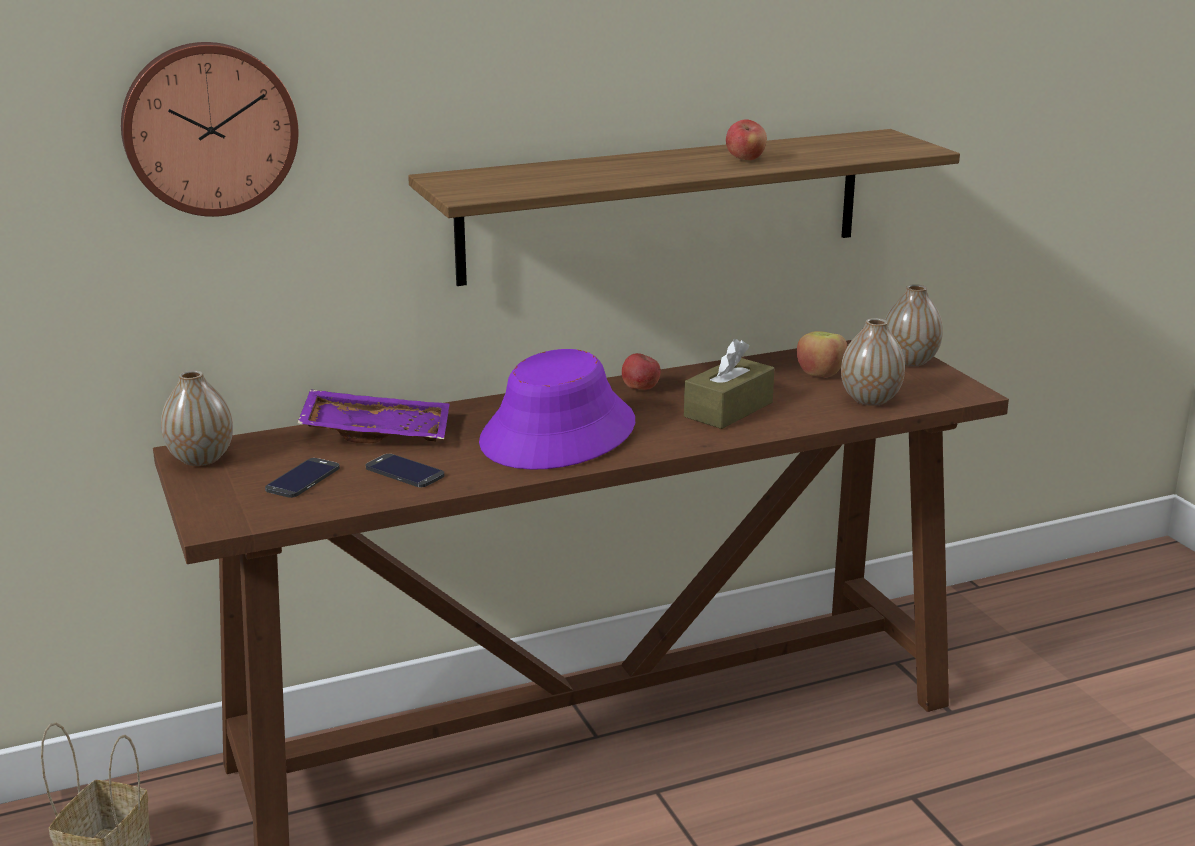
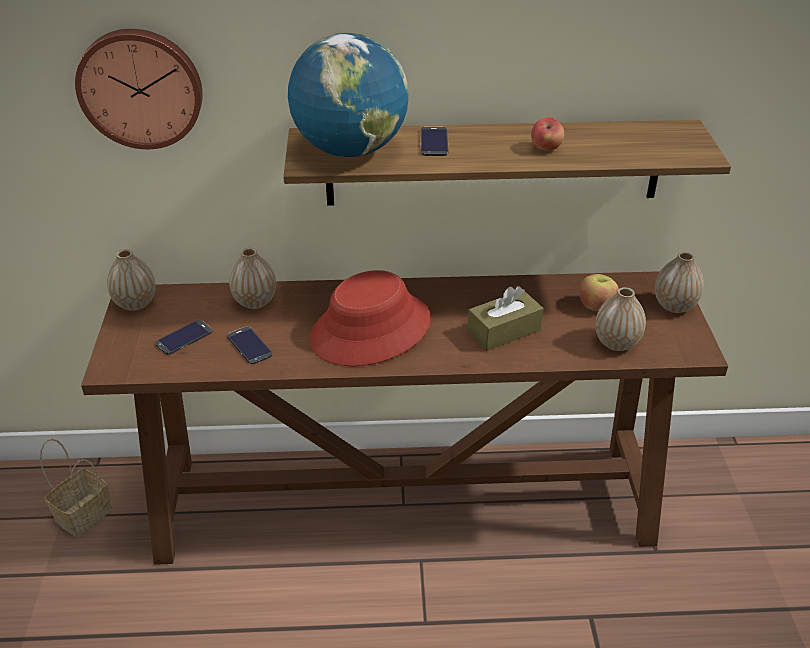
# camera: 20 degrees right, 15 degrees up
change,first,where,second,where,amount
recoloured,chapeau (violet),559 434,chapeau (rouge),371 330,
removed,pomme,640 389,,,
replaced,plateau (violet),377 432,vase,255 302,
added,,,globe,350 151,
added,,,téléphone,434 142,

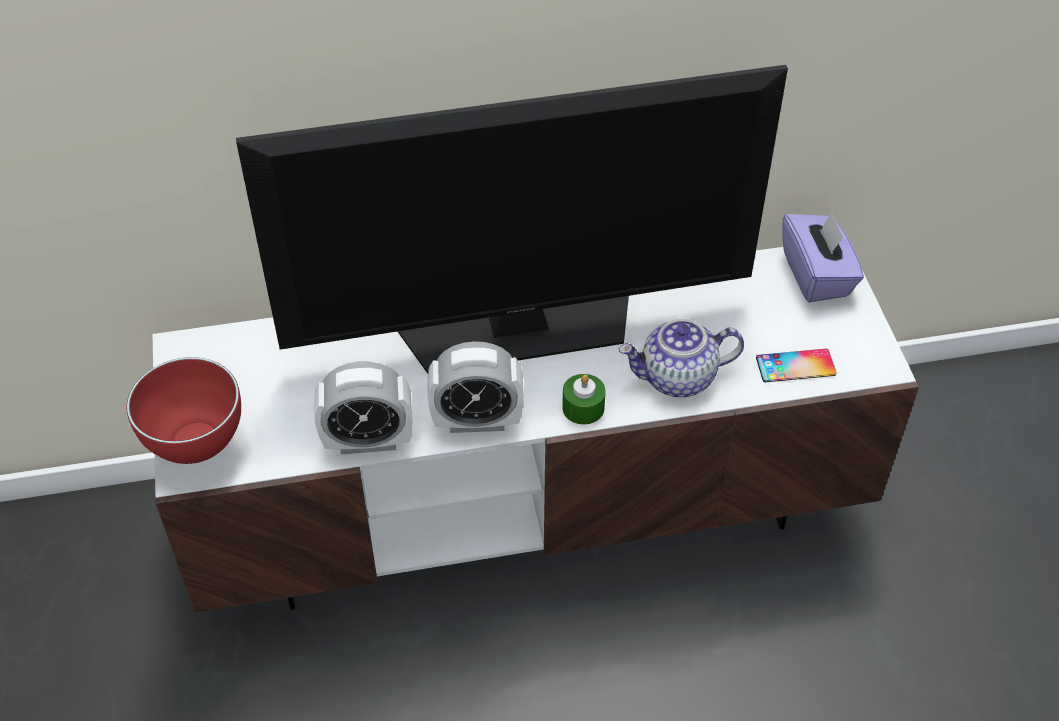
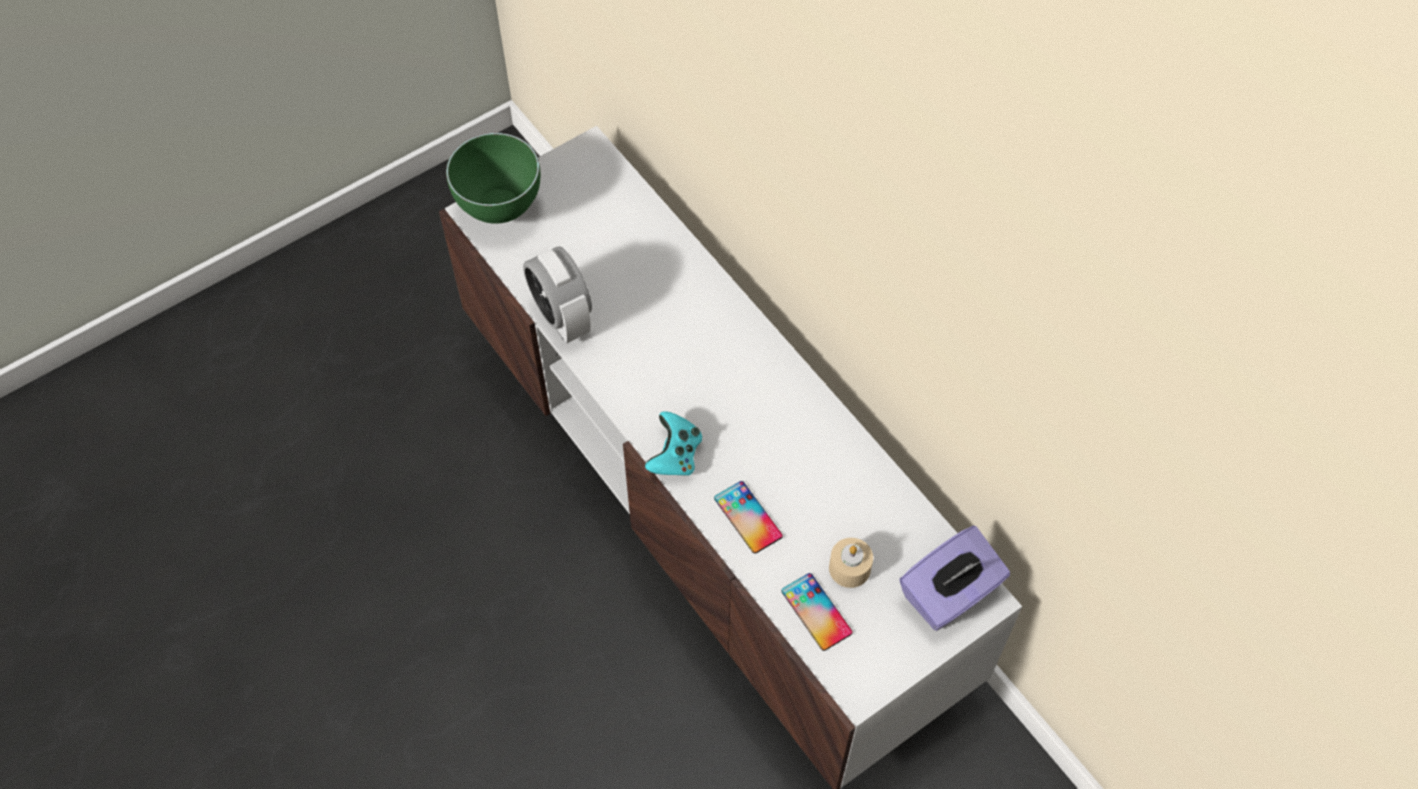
# camera: 65 degrees right, 10 degrees up
change,first,where,second,where,amount
removed,téléviseur,519 327,,,
replaced,théière,677 378,téléphone,748 517,
removed,réveil,477 421,,,
recoloured,bol (rouge),195 449,bol (vert),498 209,
replaced,bougie (vert),583 407,manette (turquoise),675 455,
added,,,bougie (beige),849 568,

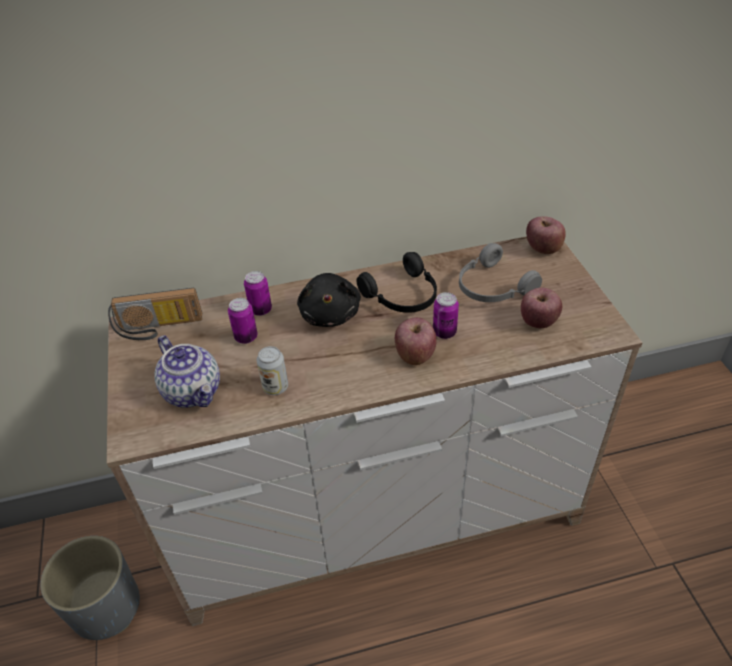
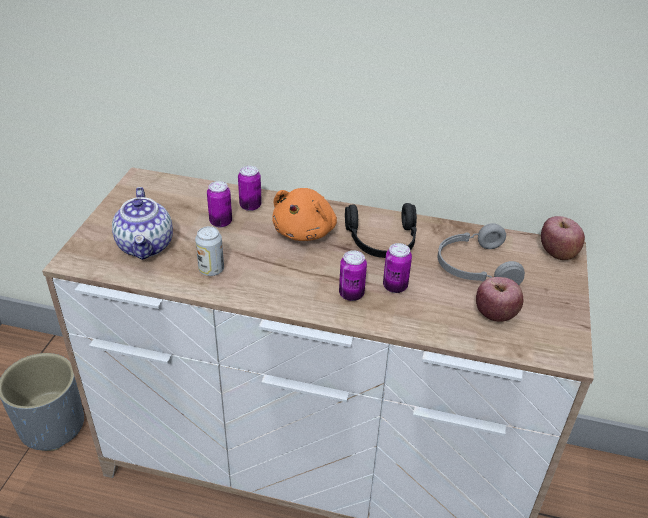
# camera: 25 degrees right, 5 degrees down
change,first,where,second,where,amount
recoloured,peluche (noir),330 313,peluche (orange),305 231,
removed,radio,158 328,,,
replaced,pomme,415 355,boîte métallique,351 294,

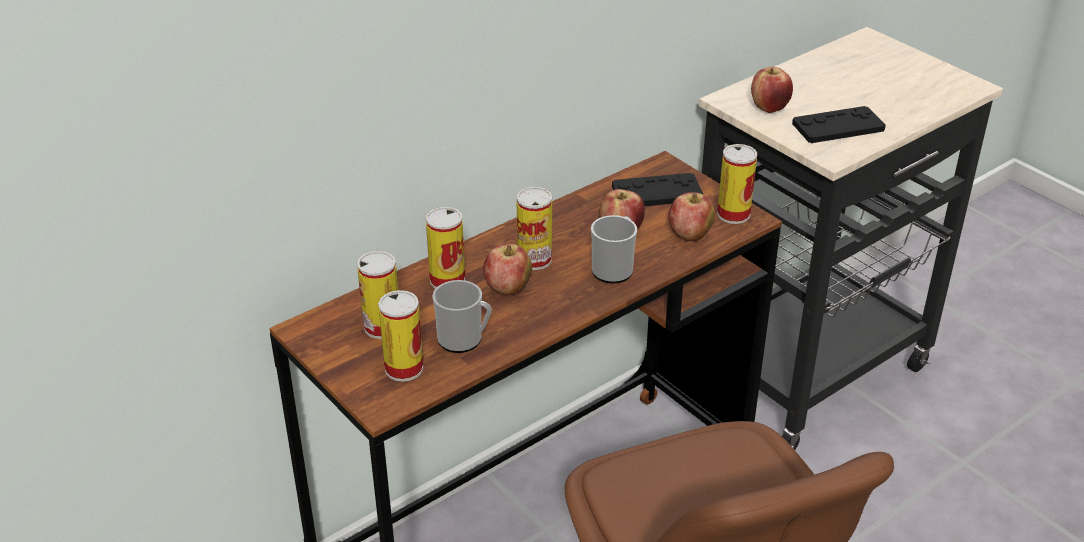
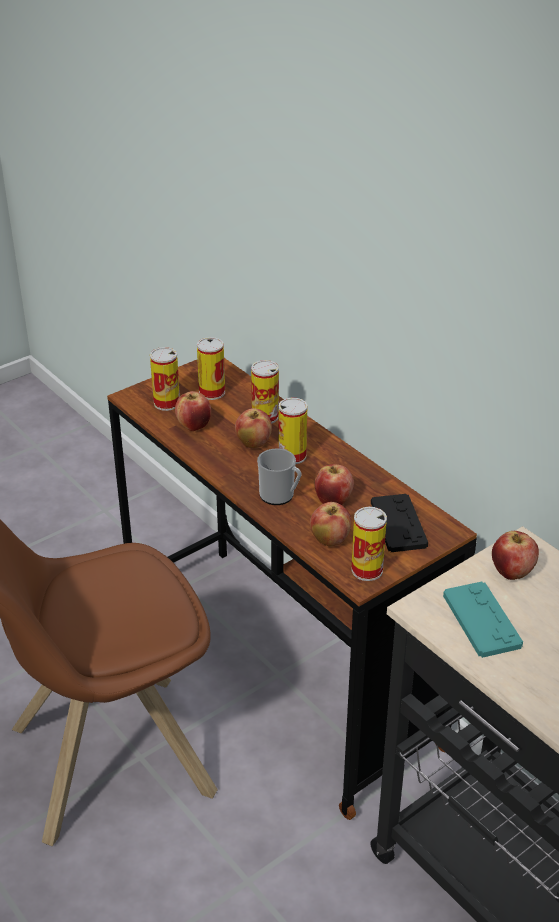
# camera: 90 degrees right, 0 degrees up
change,first,where,second,where,amount
recoloured,manette (noir),838 127,manette (turquoise),481 620,
replaced,mug,464 340,pomme,194 426,

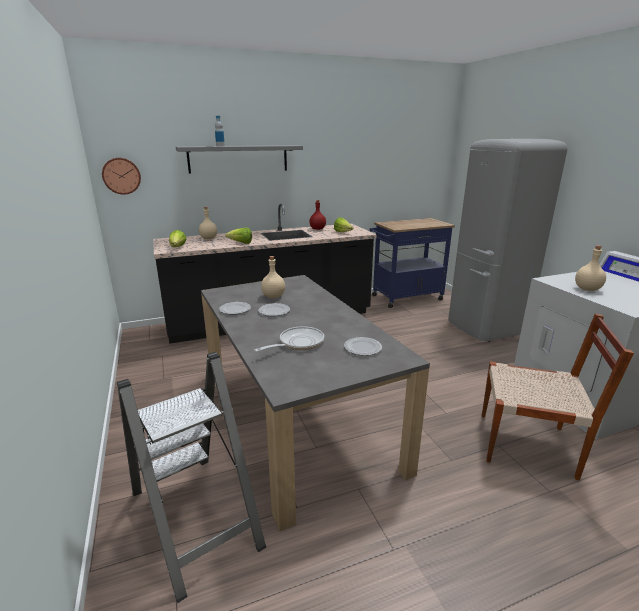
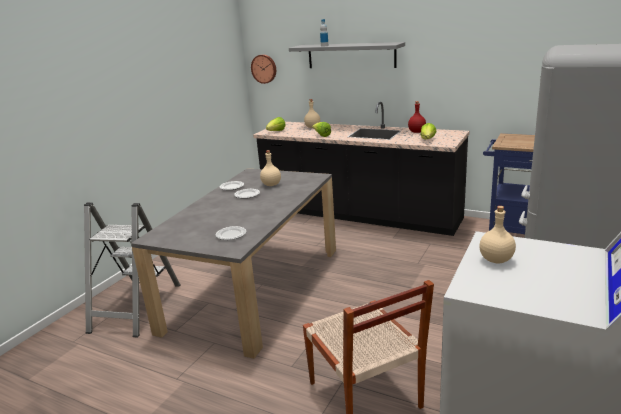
# camera: 50 degrees right, 0 degrees up
change,first,where,second,where,amount
removed,poêle,298 343,,,

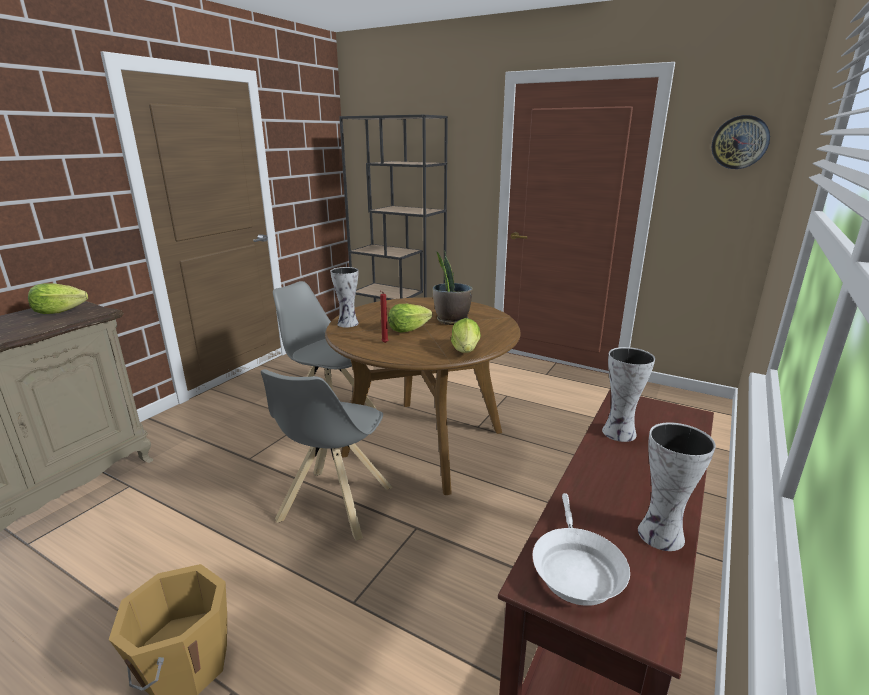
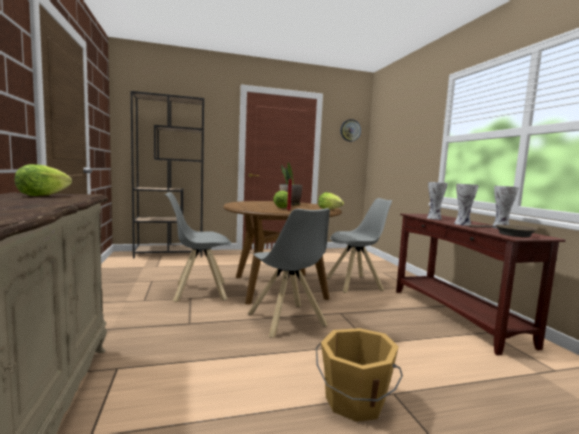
# camera: 45 degrees left, 15 degrees down
change,first,where,second,where,amount
moved,vase,348 324,,463 224,
recoloured,poêle (blanc),575 569,poêle (marron),510 234,
added,,,chaise (gris),355 284,

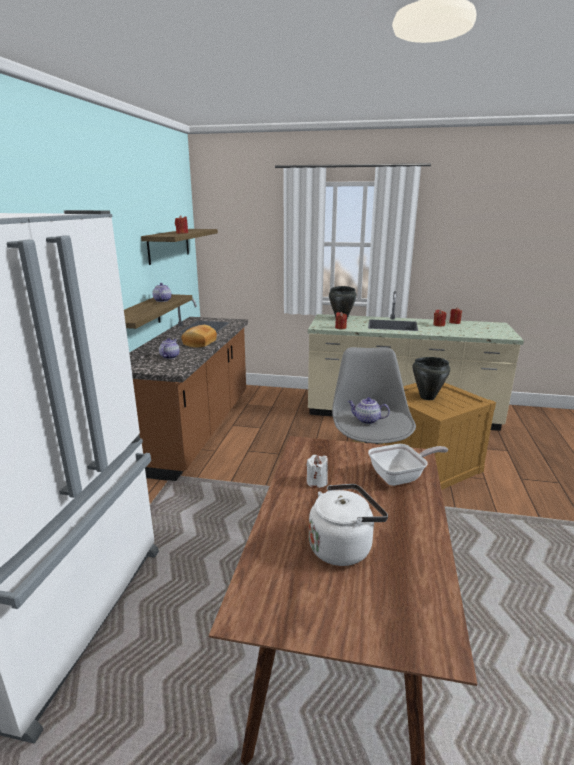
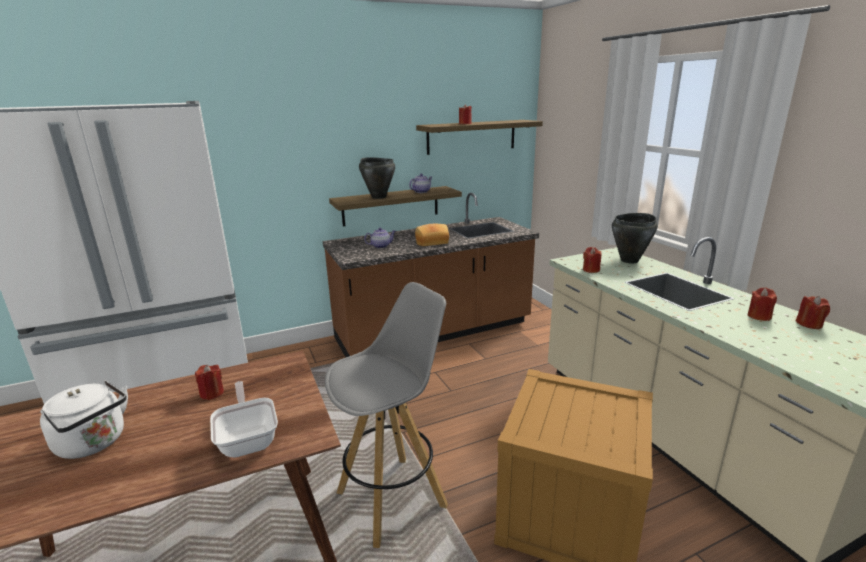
# camera: 55 degrees right, 0 degrees up
change,first,where,second,where,amount
moved,marmite (noir),427 397,,378 197,
removed,théière,366 420,,,
turned,poêle,401 477,,248 439,150 degrees counterclockwise
recoloured,bougie (blanc),317 482,bougie (rouge),212 393,

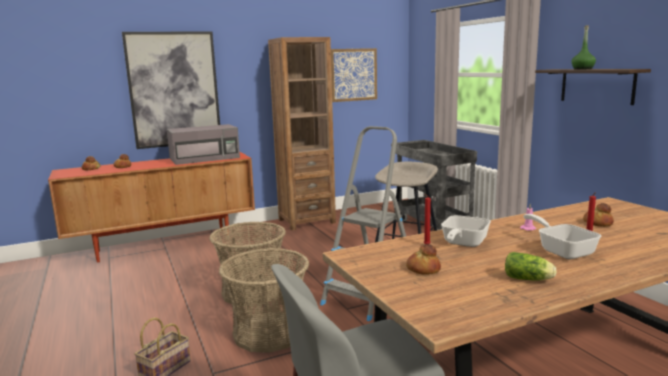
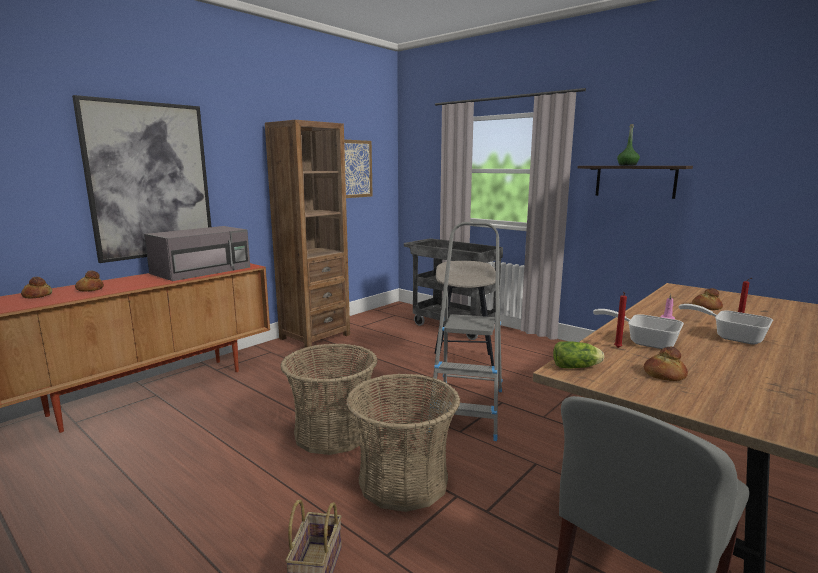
# camera: 25 degrees left, 0 degrees up
change,first,where,second,where,amount
turned,poêle,462 244,,645 341,120 degrees clockwise
moved,laitue,529 279,,577 367,

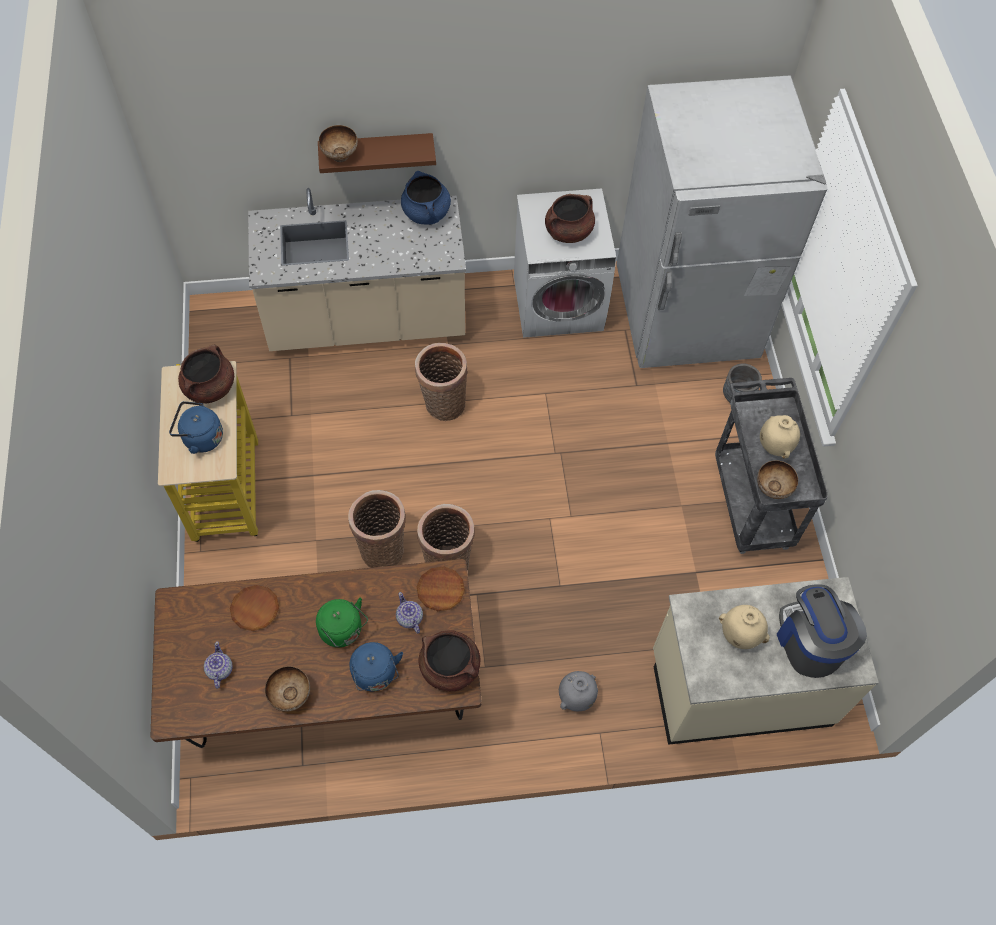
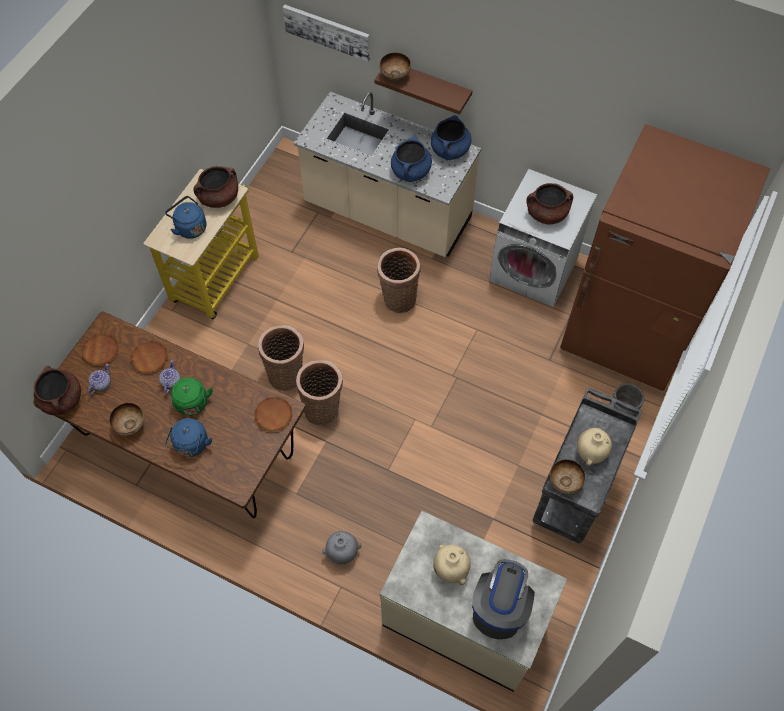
# camera: 35 degrees right, 0 degrees up
change,first,where,second,where,amount
recoloured,réfrigérateur (blanc),688 312,réfrigérateur (marron),630 327,
moved,théière,409 618,,171 382,
moved,marmite (marron),450 667,,62 399,
added,,,tableau,327 31,
added,,,marmite (bleu),411 171,
added,,,assiette (marron),101 350,

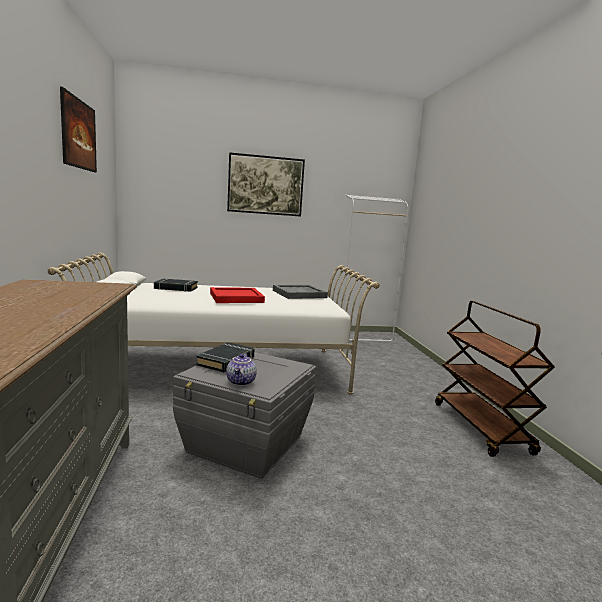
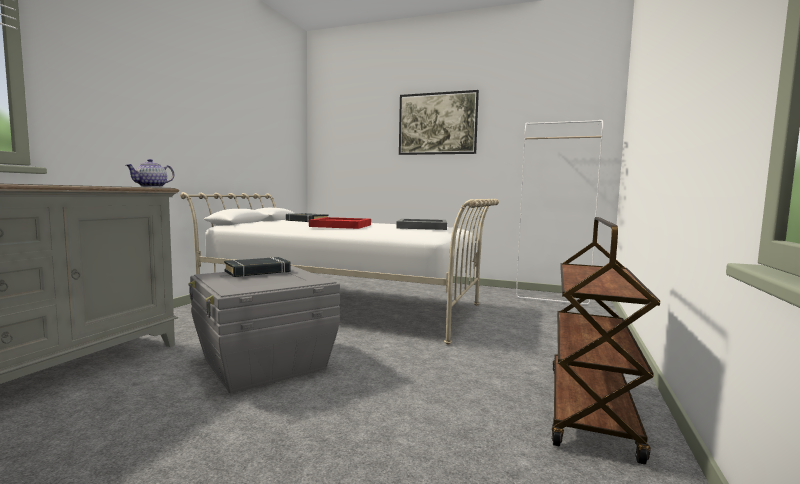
# camera: 30 degrees right, 5 degrees down
change,first,where,second,where,amount
removed,tableau,79 151,,,
moved,théière,241 382,,151 187,

